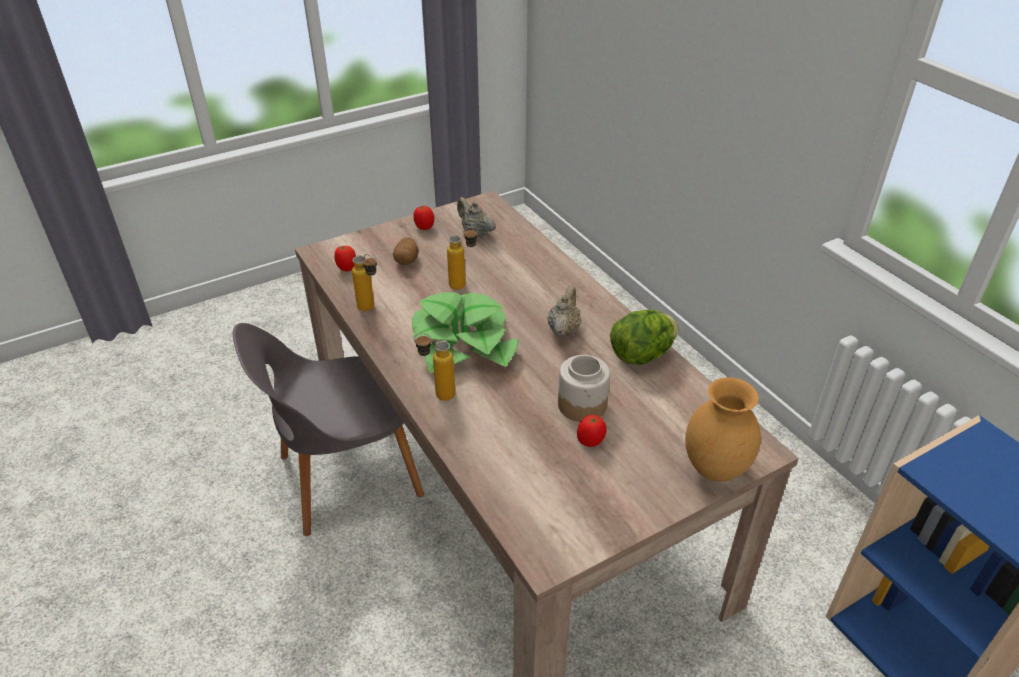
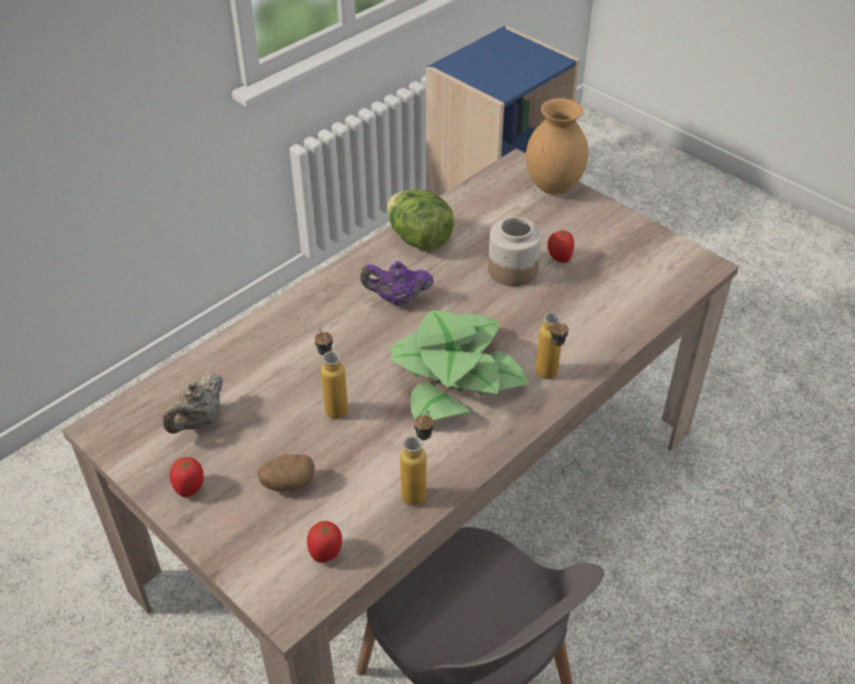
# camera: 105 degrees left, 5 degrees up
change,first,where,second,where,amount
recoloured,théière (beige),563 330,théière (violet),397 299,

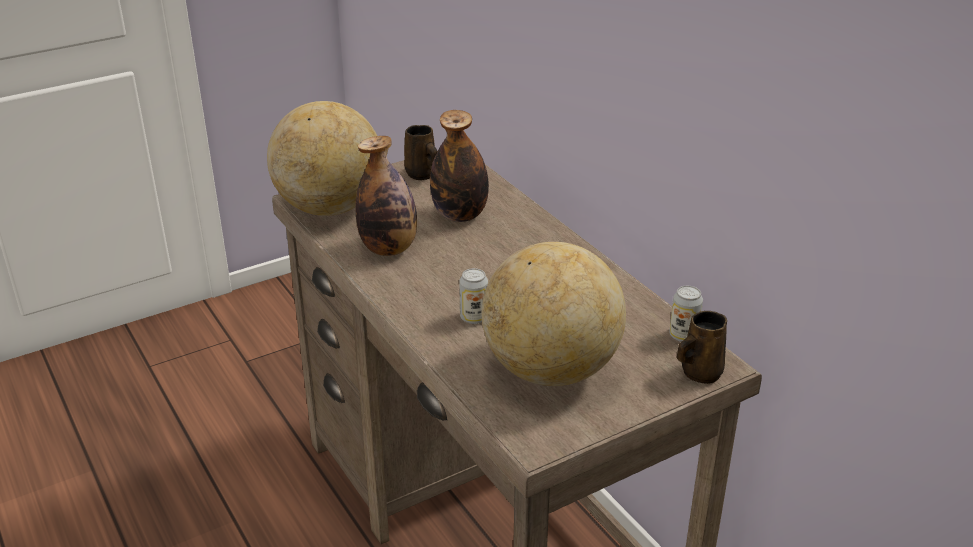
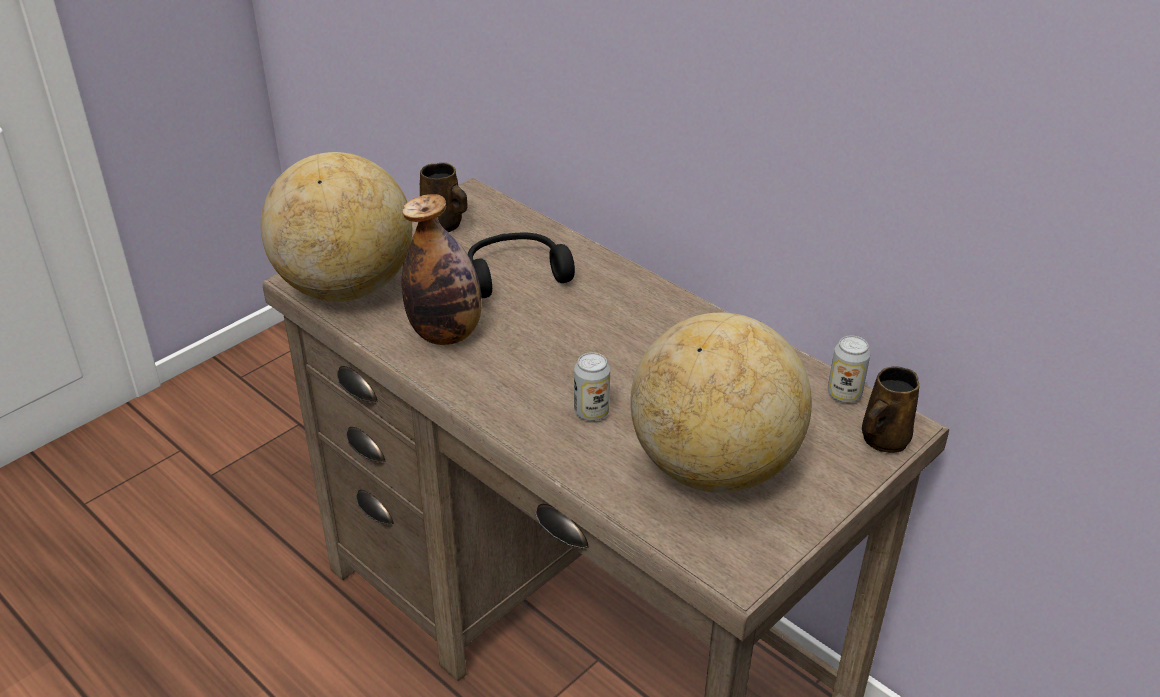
# camera: 15 degrees left, 5 degrees up
change,first,where,second,where,amount
replaced,bouteille,460 215,casque audio (noir),515 274,

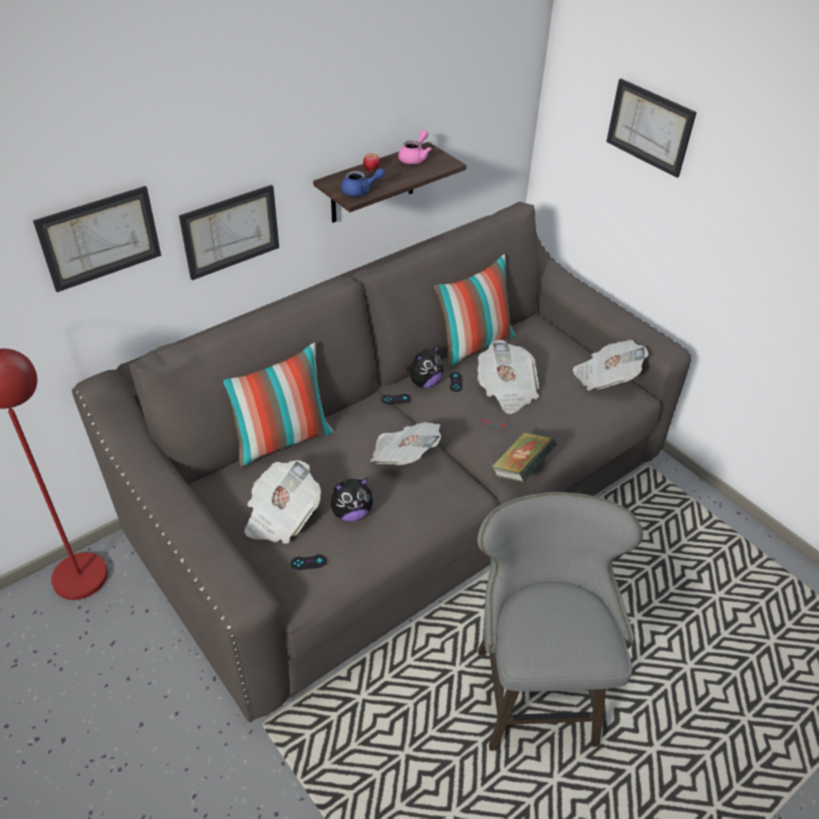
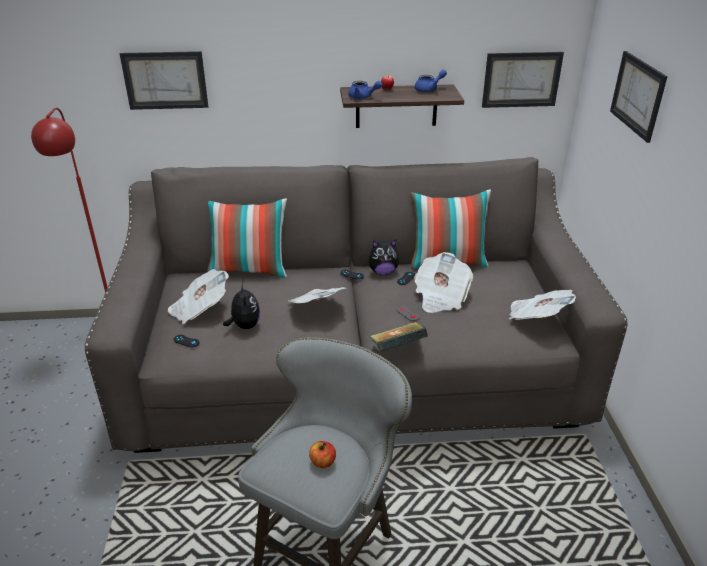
# camera: 35 degrees right, 10 degrees down
change,first,where,second,where,amount
recoloured,théière (rose),415 158,théière (bleu),429 90,
moved,tableau,230 231,,521 79,
turned,peluche,351 513,,244 326,120 degrees counterclockwise
added,,,pomme,322 462,

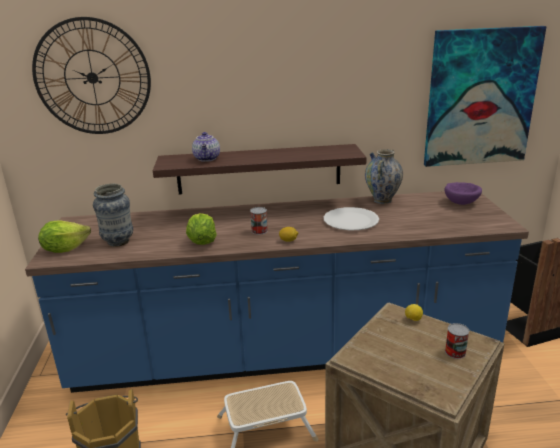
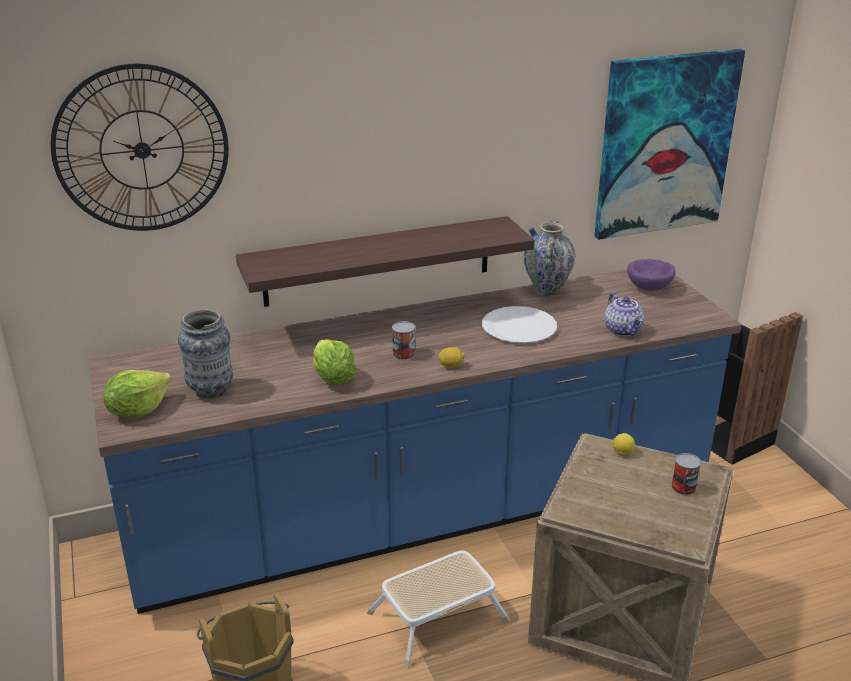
# camera: 15 degrees left, 5 degrees up
change,first,where,second,where,amount
moved,théière,207 159,,623 330,

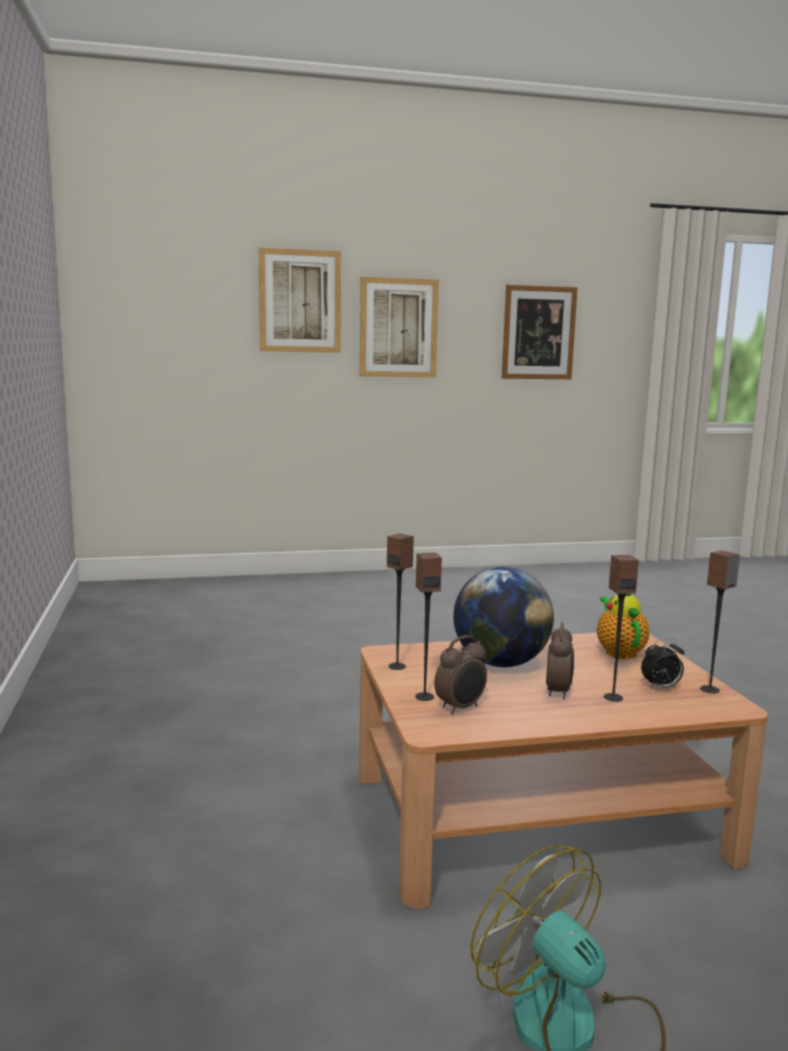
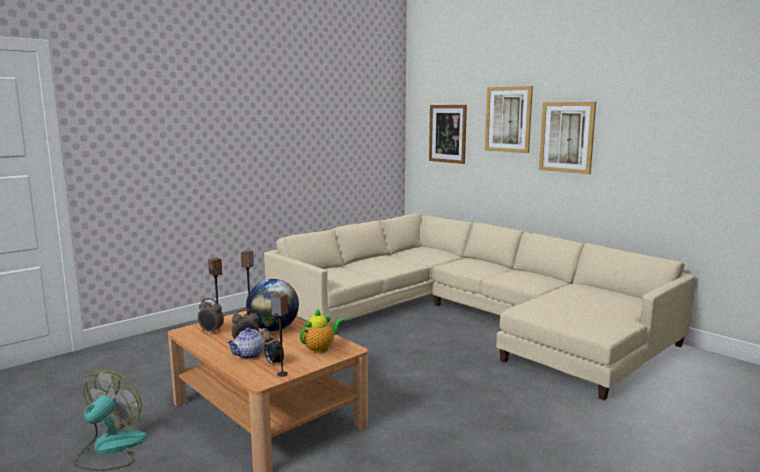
# camera: 60 degrees right, 0 degrees up
change,first,where,second,where,amount
moved,tableau,538 333,,447 133,
replaced,enceinte,613 697,théière,249 355,
added,,,canapé (beige),466 316,

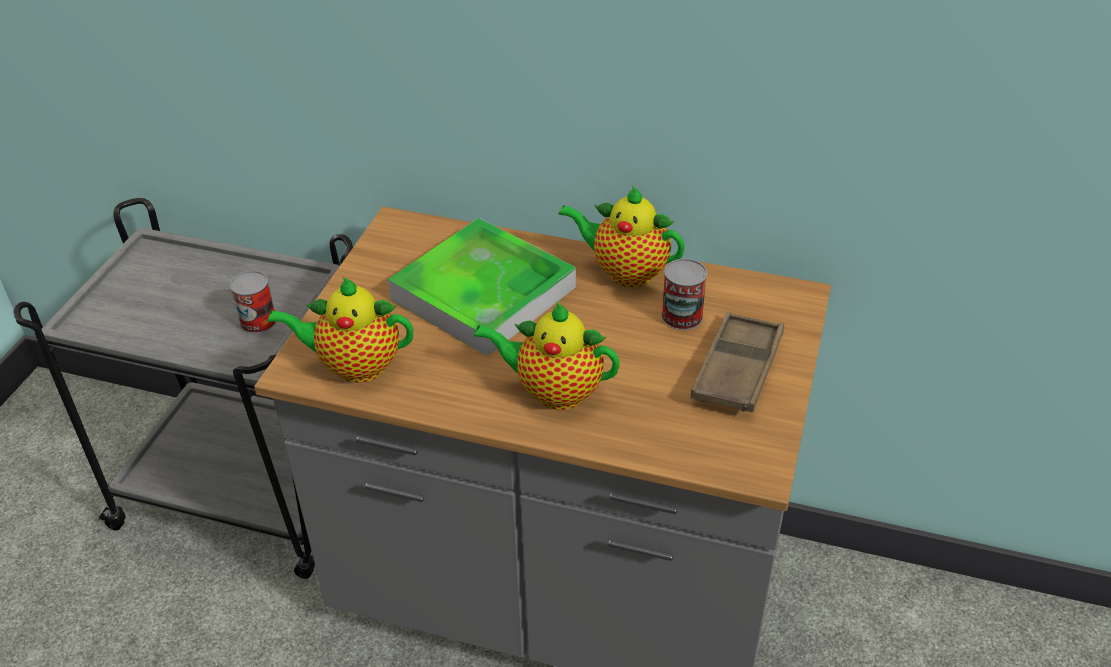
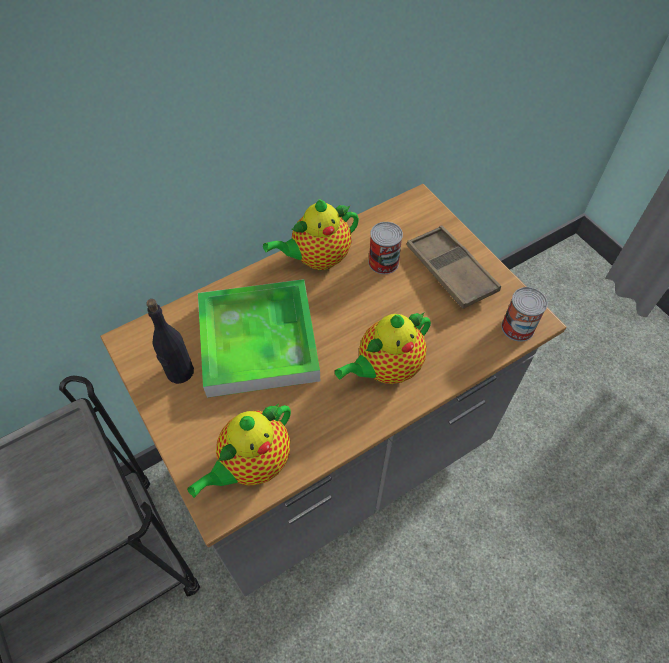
# camera: 50 degrees left, 15 degrees up
change,first,where,second,where,amount
moved,boîte métallique,258 321,,517 327,
added,,,bouteille (noir),179 372,

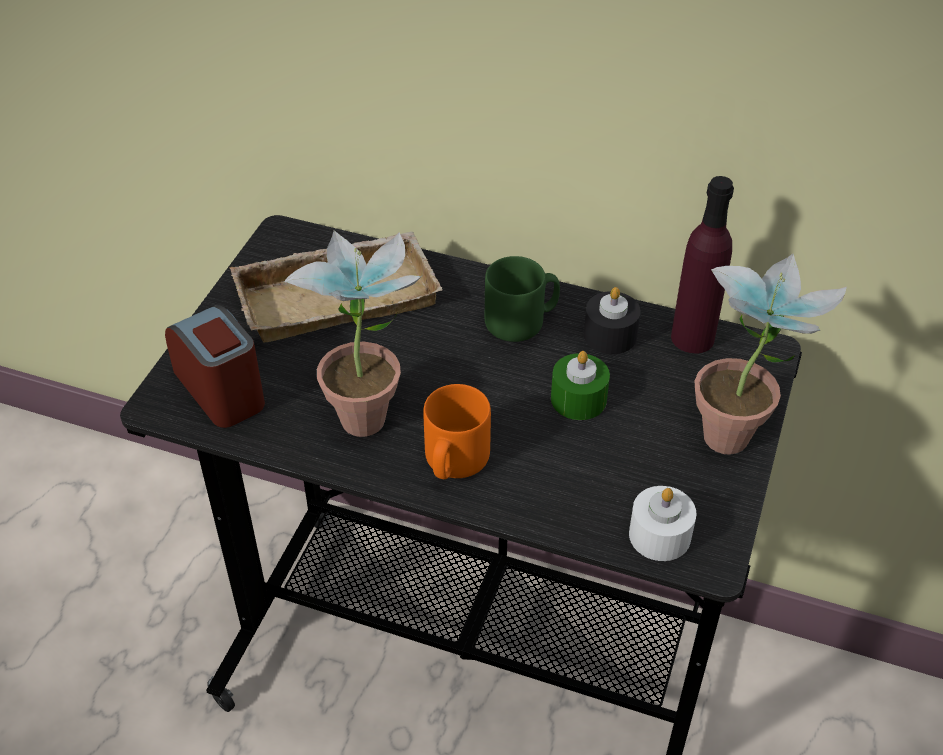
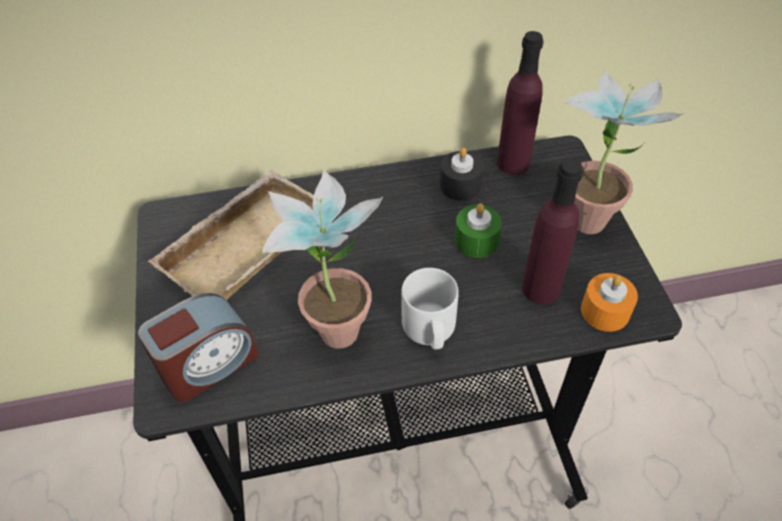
# camera: 30 degrees left, 5 degrees up
change,first,where,second,where,amount
removed,mug (vert),521 321,,,
turned,réveil,222 389,,208 364,120 degrees clockwise
recoloured,mug (orange),454 461,mug (blanc),430 330,
recoloured,bougie (blanc),659 535,bougie (orange),605 311,
added,,,bouteille (violet),540 289,

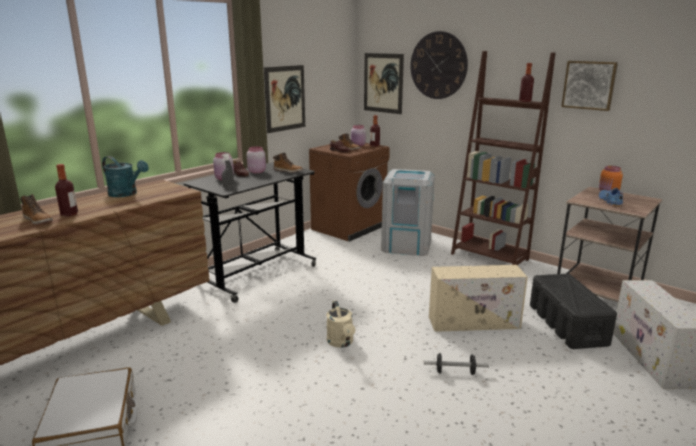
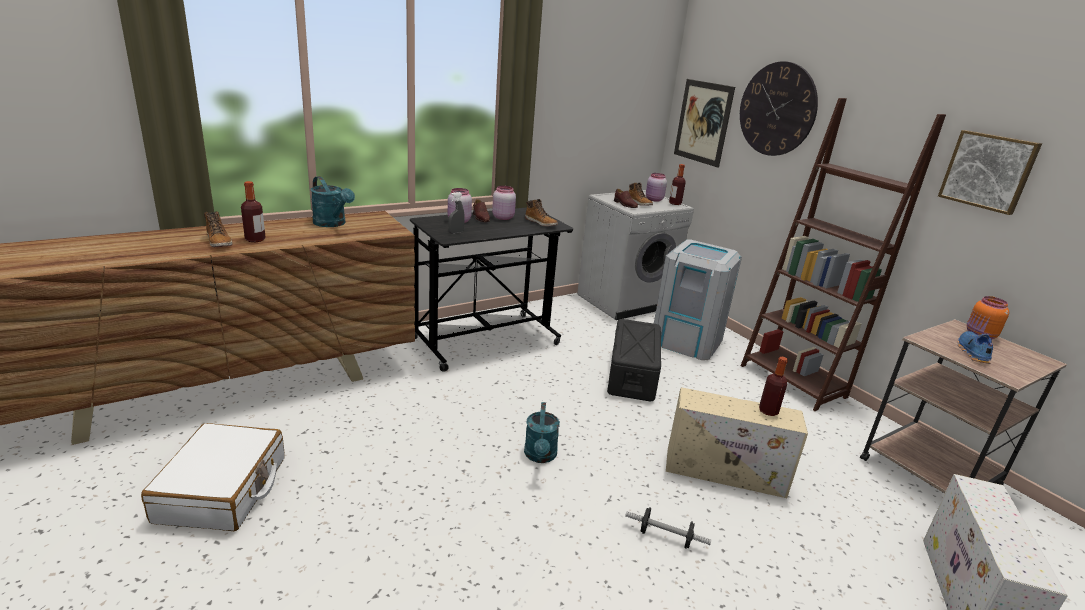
# camera: 15 degrees right, 5 degrees up
change,first,where,second,where,amount
moved,bouteille,525 101,,768 411,
removed,tableau,285 98,,,
recoloured,lave-linge (marron),350 228,lave-linge (blanc),626 302,
moved,boîte de rangement (noir),567 325,,632 374,
recoloured,arrosoir (beige),341 343,arrosoir (turquoise),540 456,

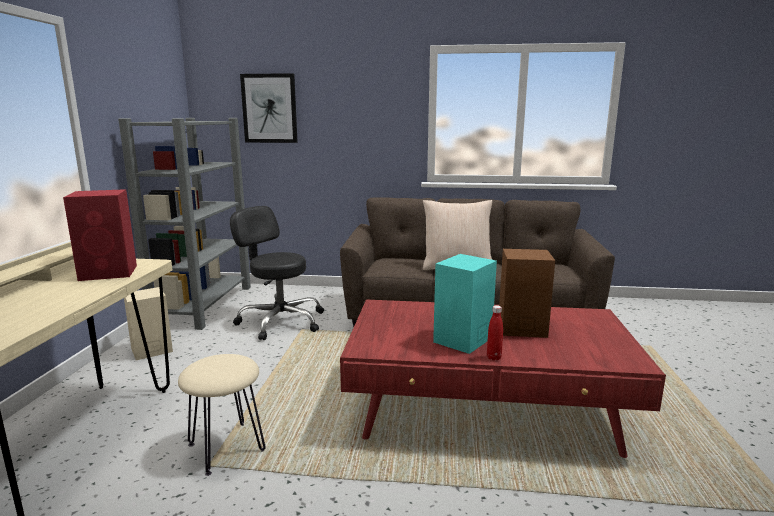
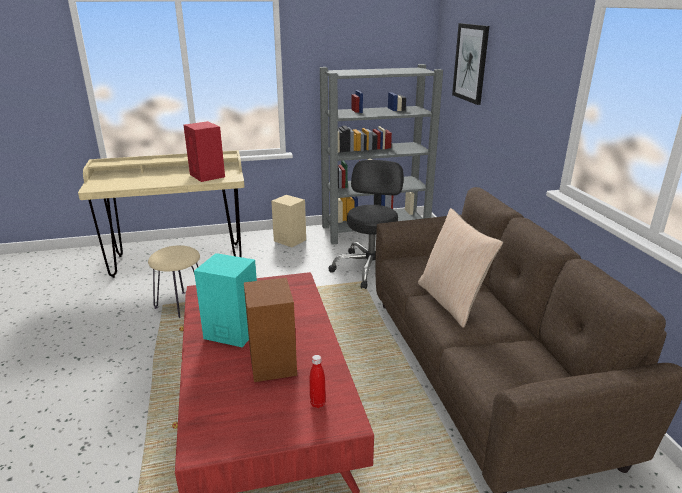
# camera: 70 degrees right, 10 degrees up
change,first,where,second,where,amount
moved,bouteille (rouge),494 357,,317 403,

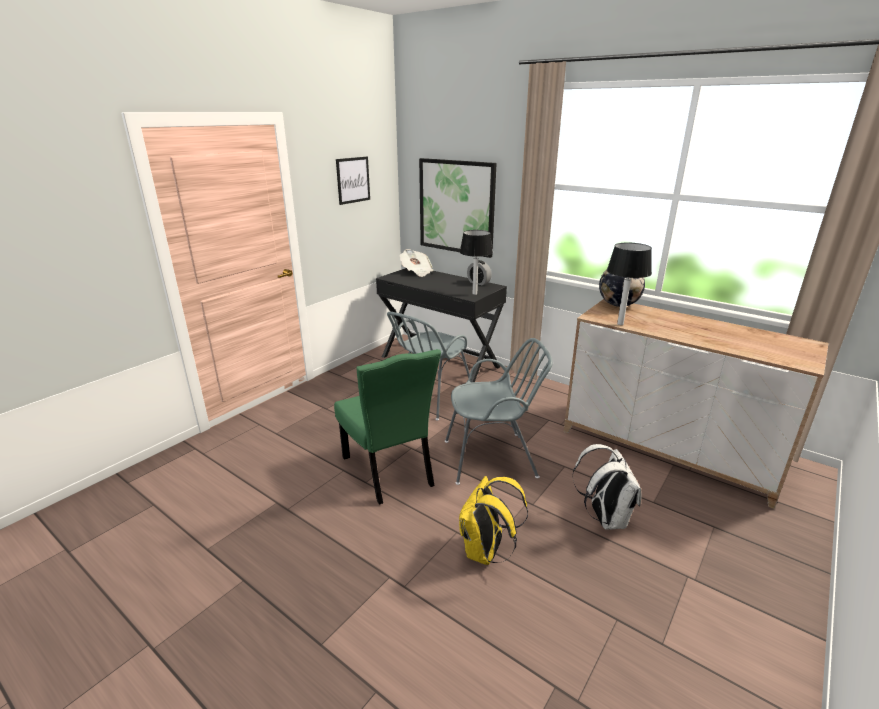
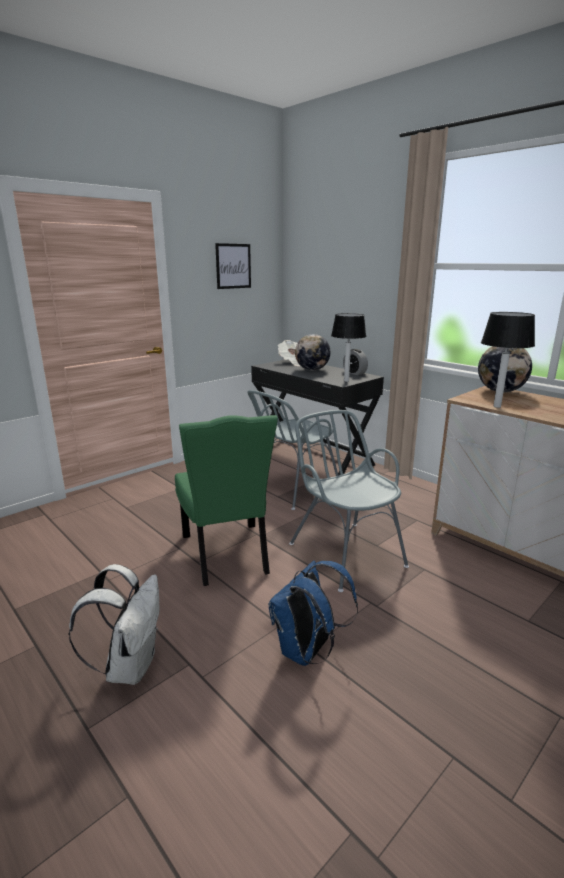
# camera: 10 degrees right, 5 degrees down
change,first,where,second,where,amount
removed,tableau,456 207,,,
turned,chaise (gris),493 457,,344 551,120 degrees counterclockwise
moved,sac à dos (blanc),604 517,,130 665,
recoloured,sac à dos (jaune),486 552,sac à dos (bleu),307 651,
added,,,globe,312 370,

